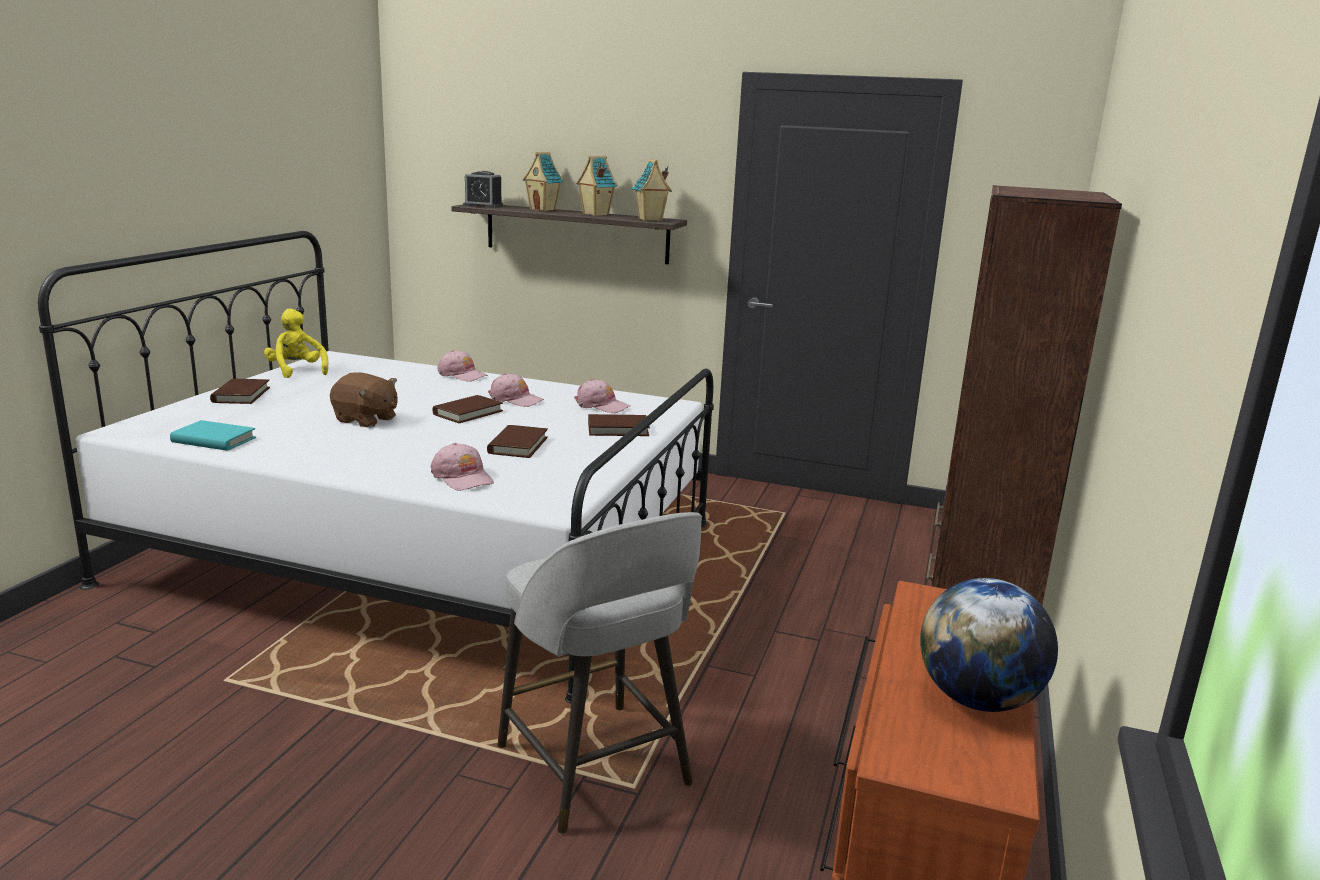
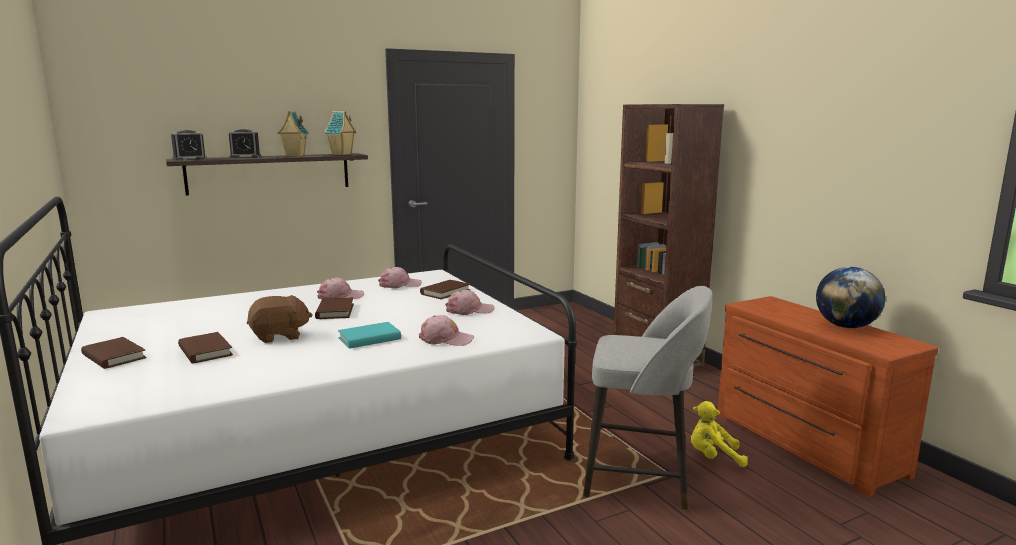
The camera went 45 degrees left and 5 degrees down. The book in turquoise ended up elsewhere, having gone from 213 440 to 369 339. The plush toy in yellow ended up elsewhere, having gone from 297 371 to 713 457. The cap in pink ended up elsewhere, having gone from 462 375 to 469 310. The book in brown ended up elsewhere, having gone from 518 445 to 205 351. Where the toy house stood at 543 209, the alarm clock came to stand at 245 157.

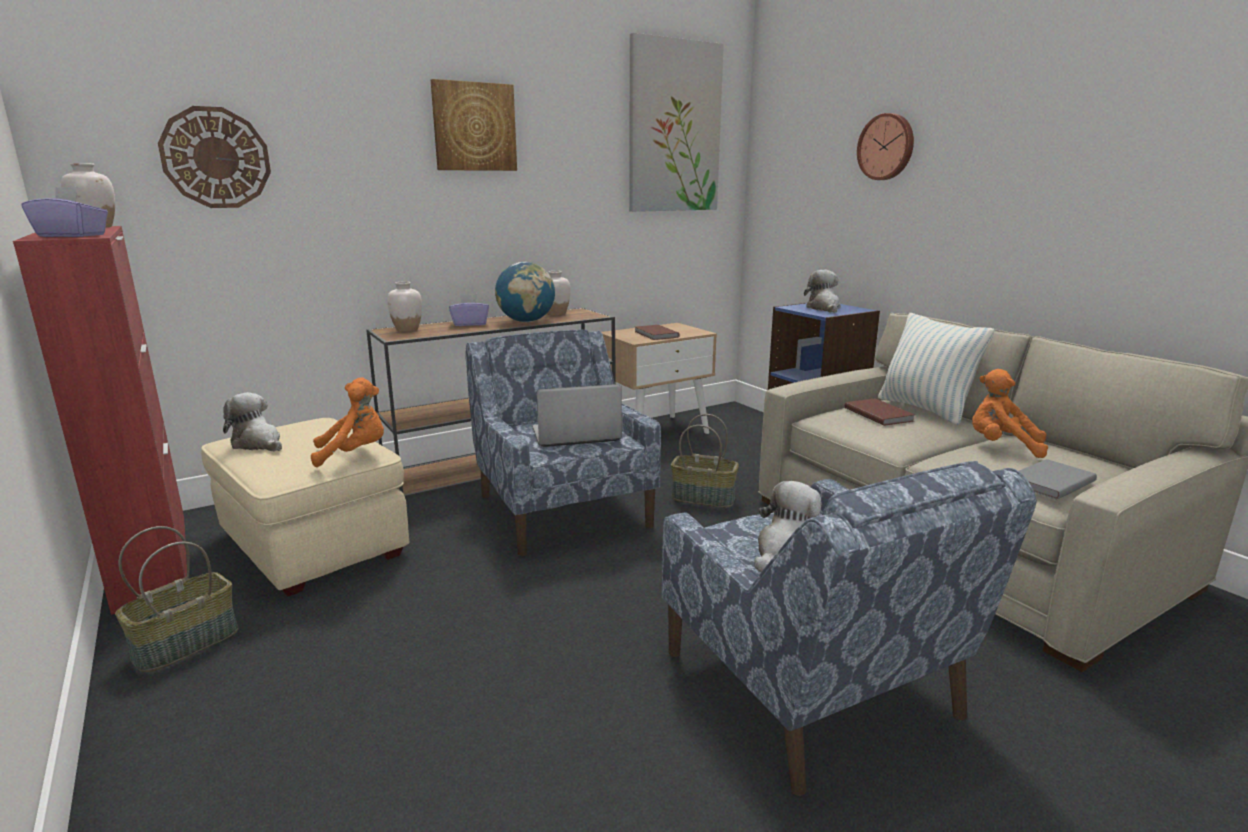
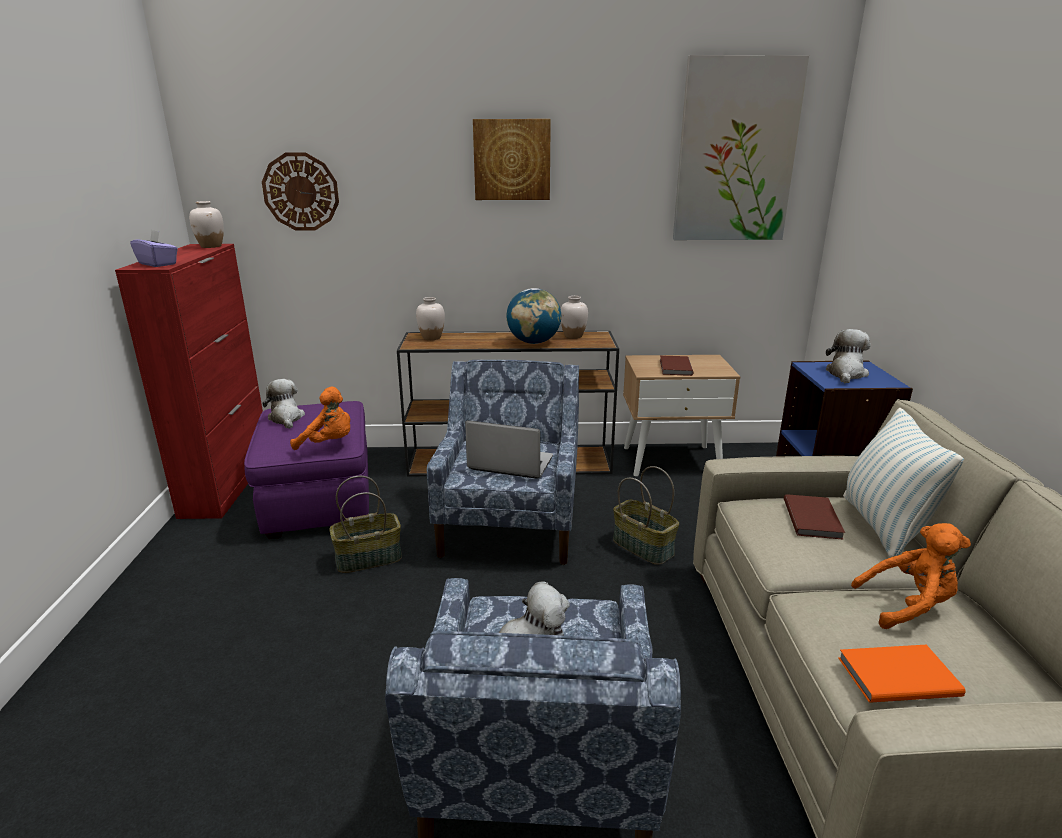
The camera went 30 degrees right and 5 degrees up. The second view lost the tissue box in purple at 470 324. The second view lost the wall clock at 886 147. The basket ended up elsewhere, having gone from 186 643 to 369 558. What was the ottoman in beige at 313 545 turned into the ottoman in purple at 319 500. What was the book in grey at 1048 482 turned into the book in orange at 895 675. The plush toy in orange at 1001 447 ended up facing another way, 120 degrees clockwise from before.

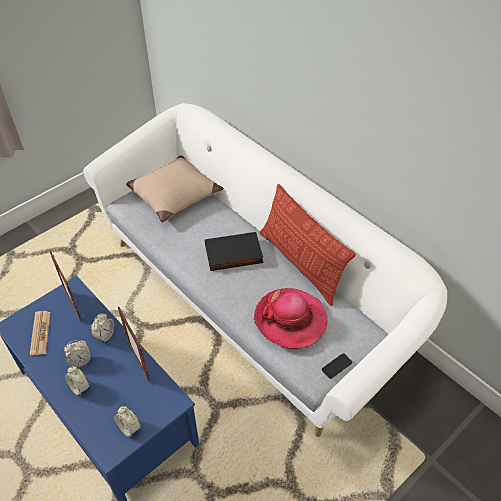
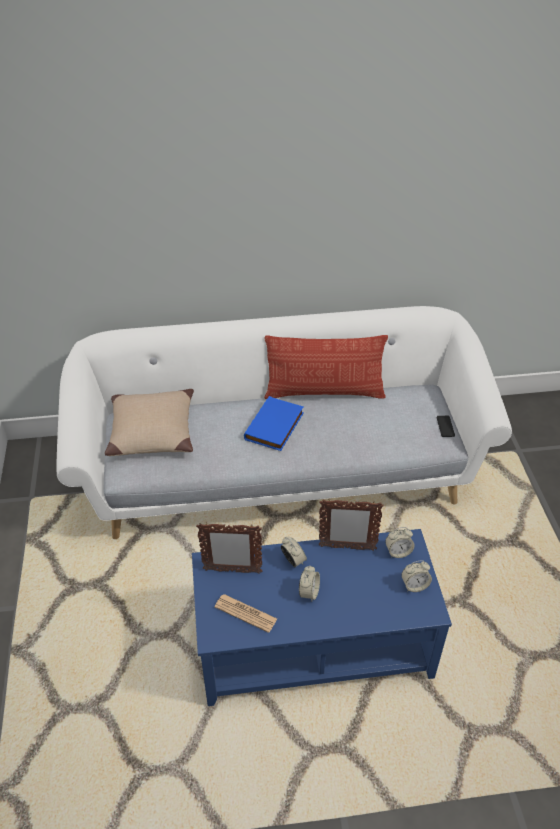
The camera went 55 degrees left and 5 degrees down. The second view lost the hat at 290 319. The alarm clock ended up elsewhere, having gone from 79 387 to 398 552. What was the book in black at 233 255 turned into the book in blue at 275 427.

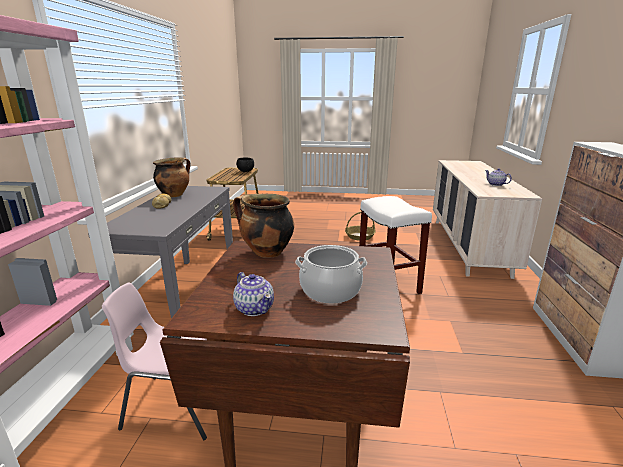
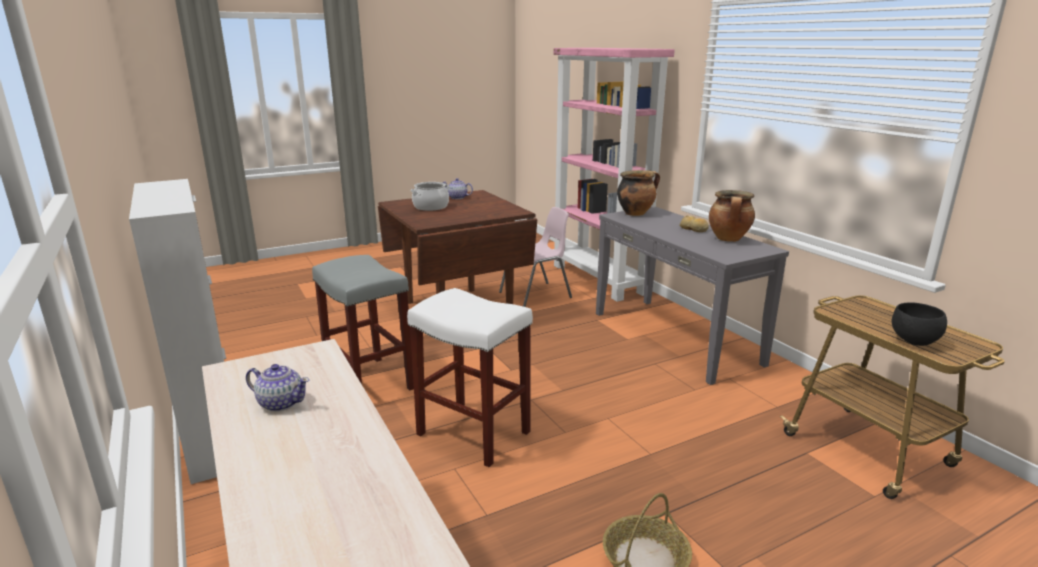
The camera went 145 degrees right and 0 degrees up. The second view gained the stool in grey at 370 382. The cooking pot ended up elsewhere, having gone from 266 253 to 636 213.

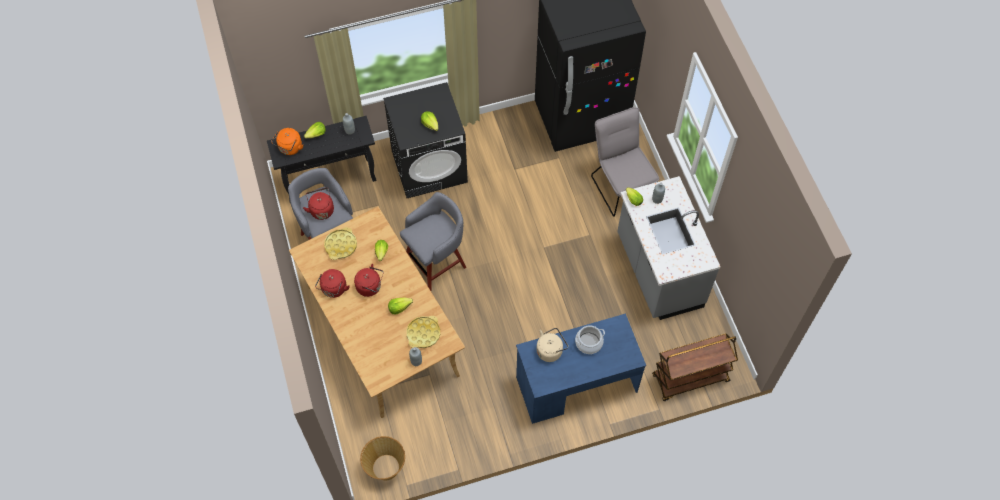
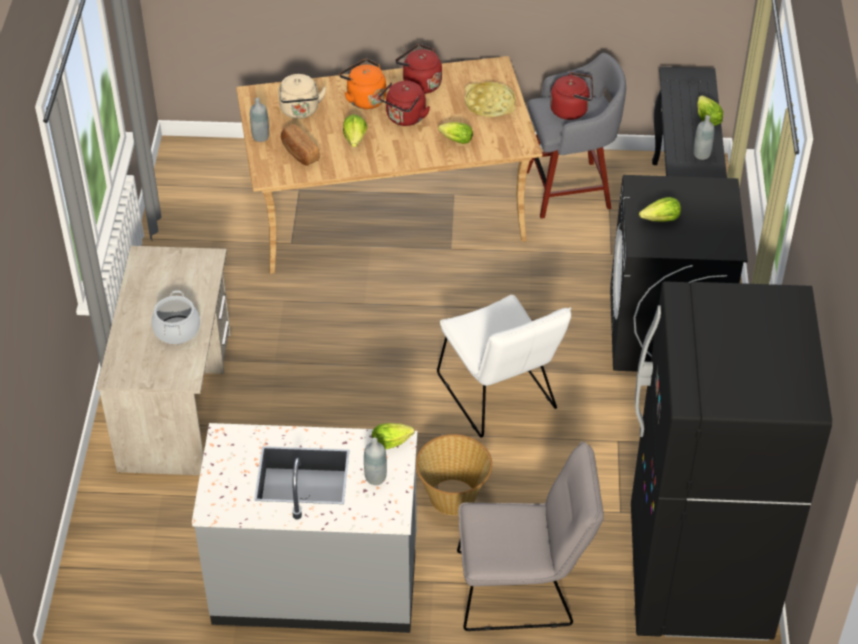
The camera went 110 degrees right and 15 degrees down. The second view lost the stool in grey at 436 262. The second view lost the cart in brown at 690 379. The second view gained the chair in white at 500 397. The kettle in orange ended up elsewhere, having gone from 290 148 to 364 99. The basket ended up elsewhere, having gone from 385 467 to 453 496. The kettle in beige ended up elsewhere, having gone from 550 350 to 300 111. Where the tray in yellow stood at 423 333, the bread came to stand at 299 153. What was the desk in blue at 576 384 turned into the desk in beige at 176 401.

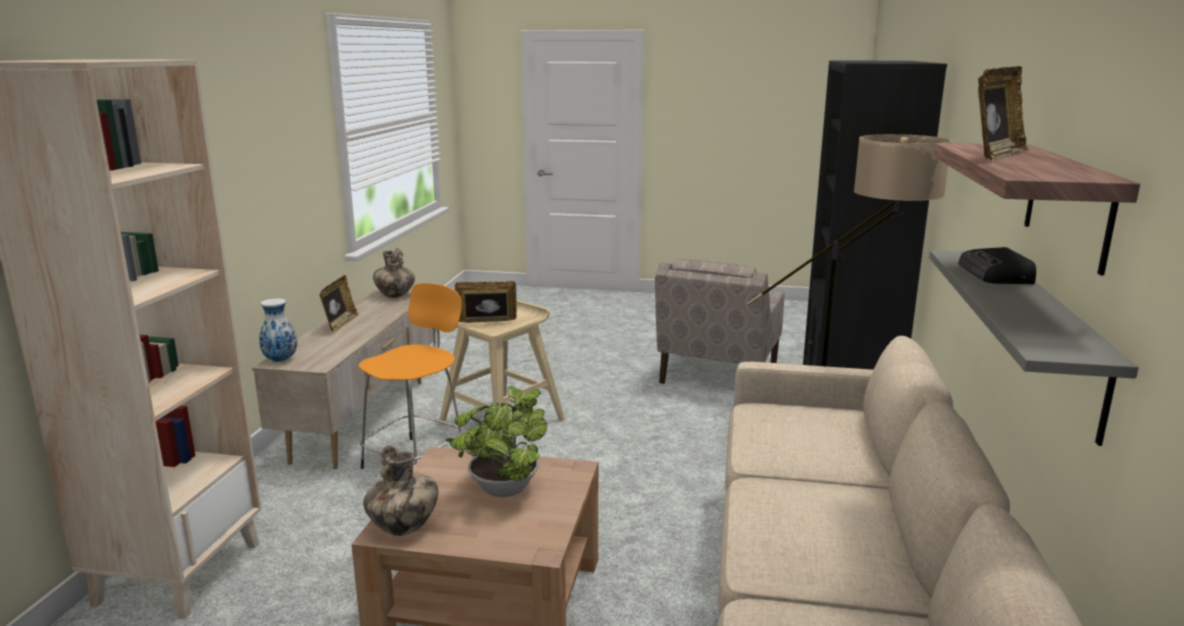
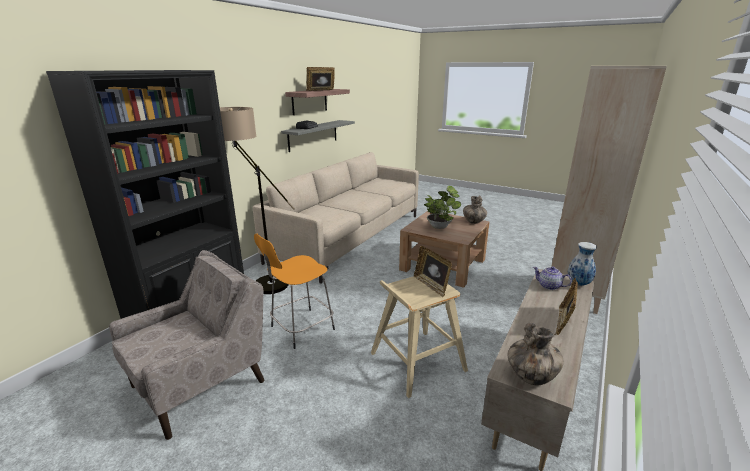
The camera went 160 degrees left and 5 degrees up. The second view gained the teapot at 549 286. The stool in orange ended up elsewhere, having gone from 417 460 to 300 329. The picture frame at 486 323 ended up facing another way, 45 degrees clockwise from before.

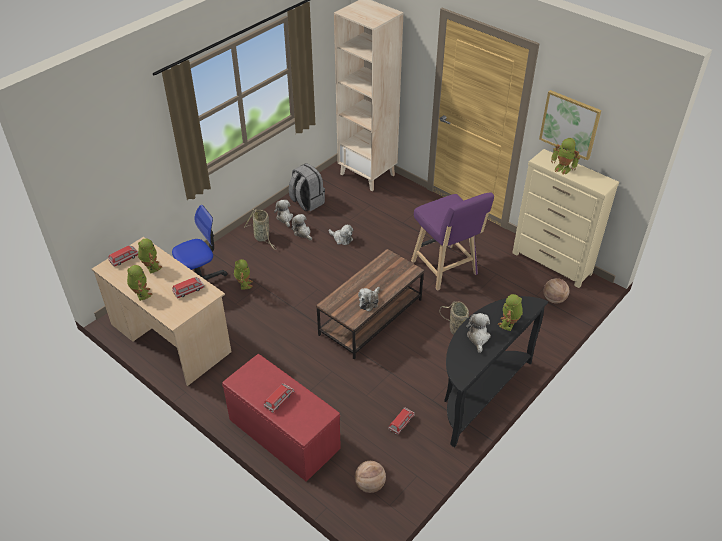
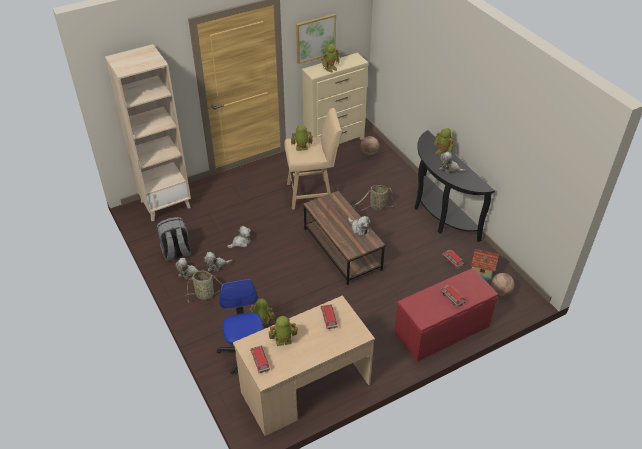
The camera went 70 degrees left and 0 degrees up. The second view gained the toy house at 482 271. The toy robot ended up elsewhere, having gone from 141 294 to 301 148. What was the stool in purple at 446 270 turned into the stool in beige at 312 194.

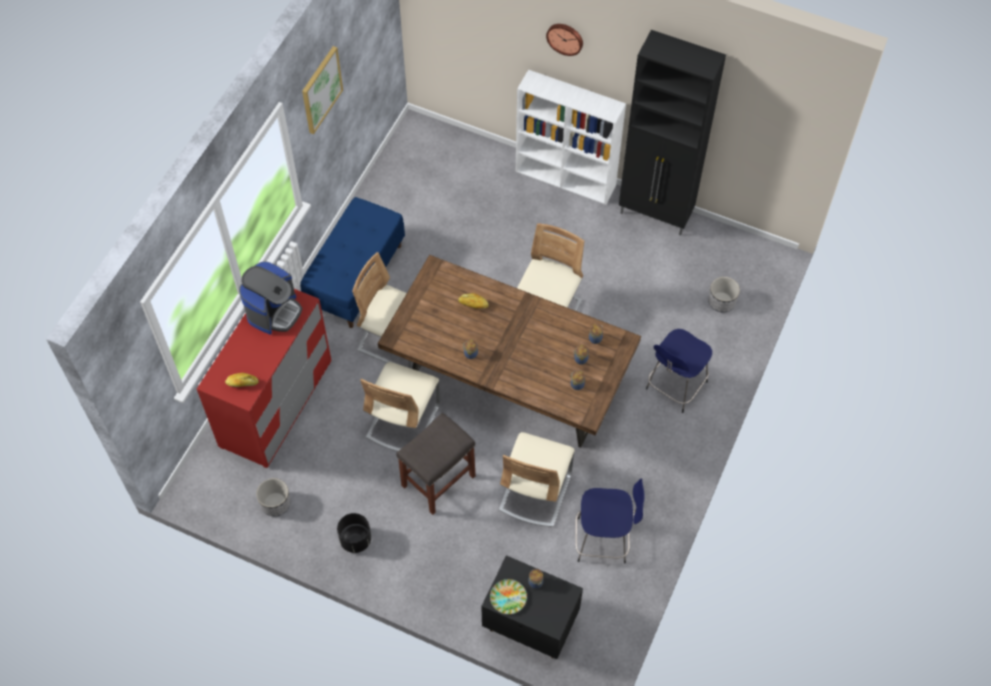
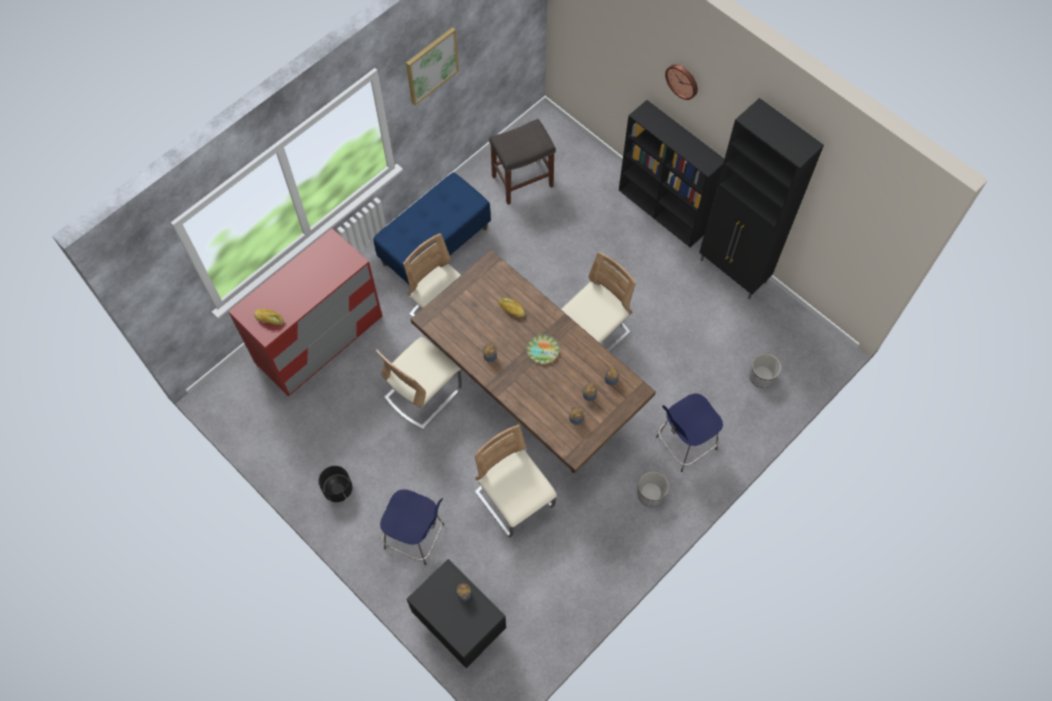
The camera went 20 degrees right and 5 degrees up. The second view lost the coffee machine at 274 311. The planter ended up elsewhere, having gone from 275 504 to 651 494. The stool in grey ended up elsewhere, having gone from 438 482 to 521 182. The plate ended up elsewhere, having gone from 508 598 to 542 350. The stool in blue ended up elsewhere, having gone from 604 540 to 416 537. What was the bookcase in white at 566 178 turned into the bookcase in black at 663 211. The chair in beige at 535 491 ended up facing another way, 105 degrees clockwise from before.

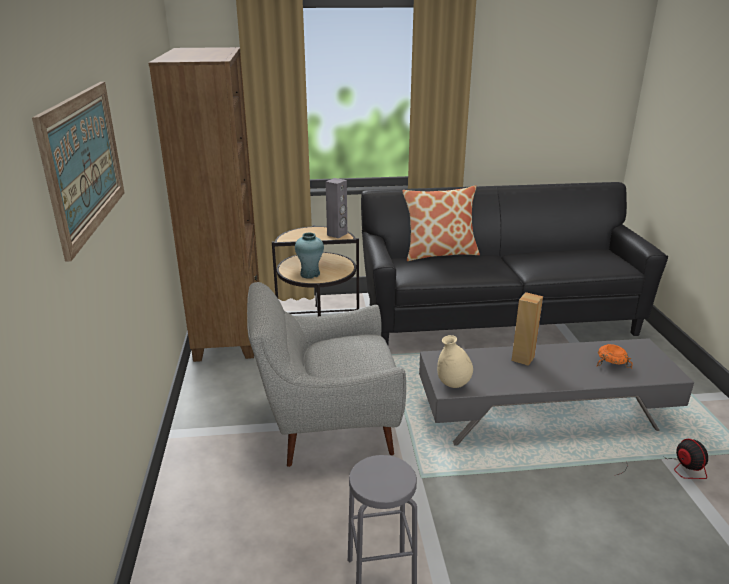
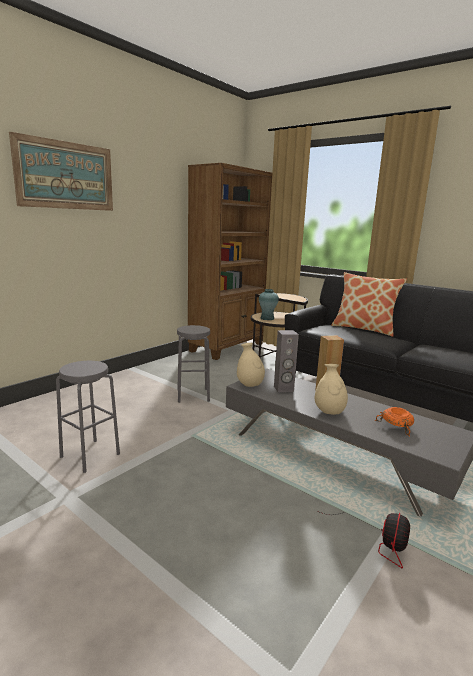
The camera went 45 degrees right and 10 degrees down. The second view gained the vase in beige at 329 412. The speaker in grey ended up elsewhere, having gone from 337 234 to 283 389. Where the armchair in grey stood at 326 426, the stool in grey came to stand at 193 395.

